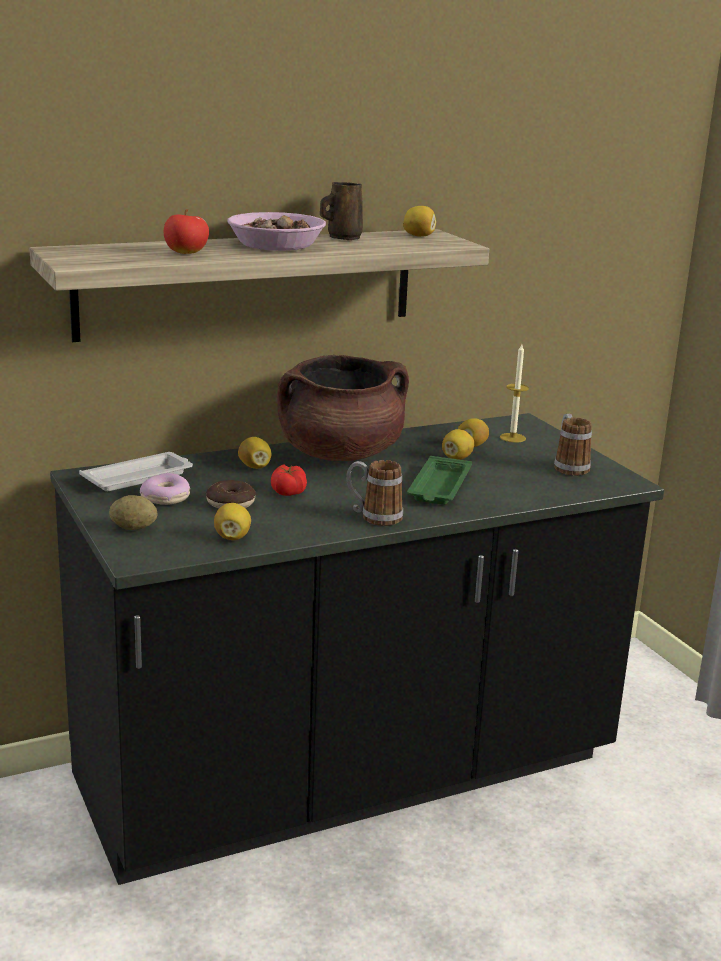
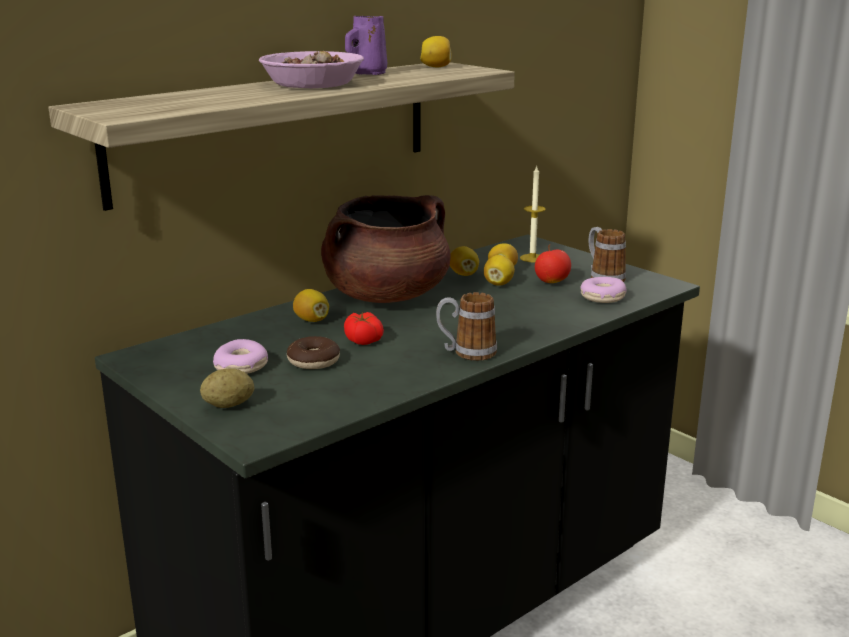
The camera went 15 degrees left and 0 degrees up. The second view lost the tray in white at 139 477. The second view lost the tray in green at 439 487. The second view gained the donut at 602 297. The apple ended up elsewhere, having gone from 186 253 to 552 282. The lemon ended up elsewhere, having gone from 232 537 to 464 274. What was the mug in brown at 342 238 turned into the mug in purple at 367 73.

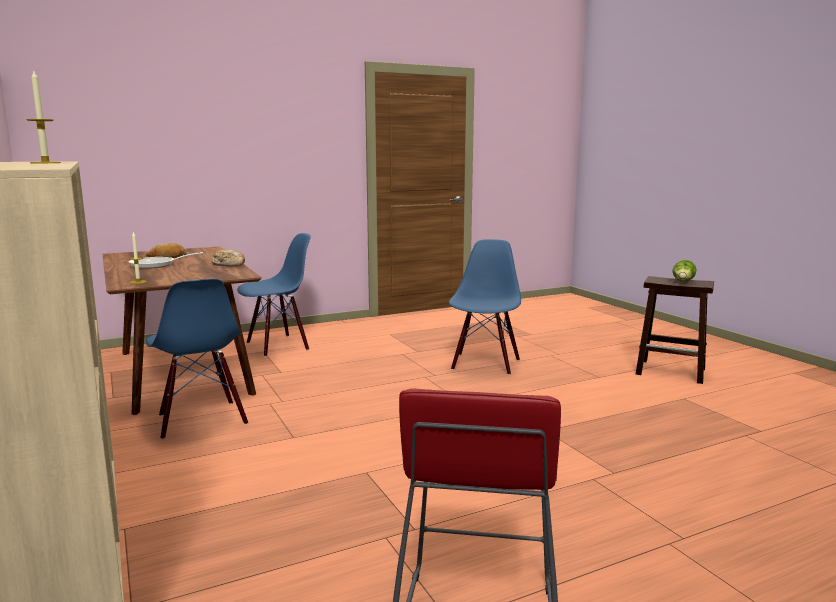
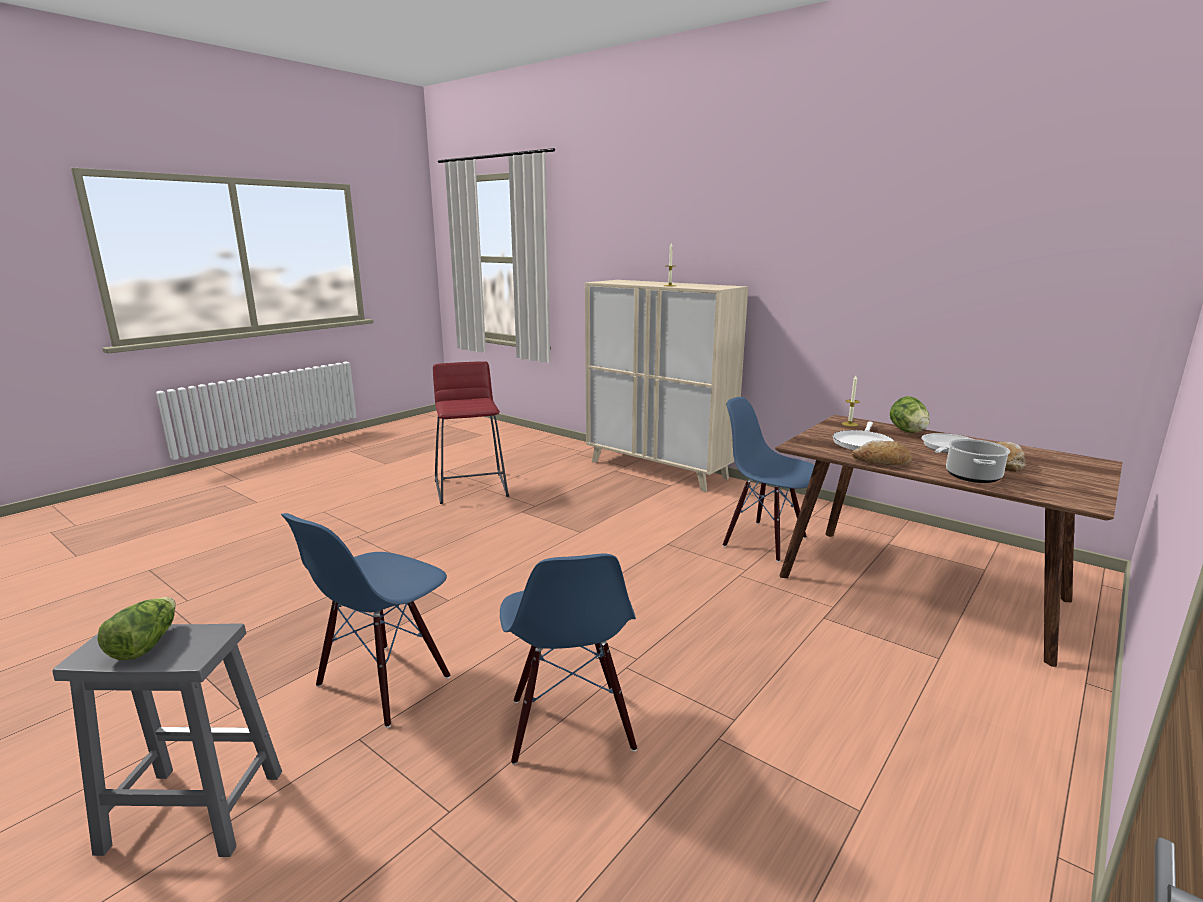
The camera went 155 degrees right and 5 degrees up. The second view gained the frying pan in white at 862 443. The second view gained the lettuce at 907 431. The second view gained the cooking pot at 973 476. The chair in blue ended up elsewhere, having gone from 277 346 to 384 683. What was the stool in brown at 672 371 turned into the stool in grey at 191 811.

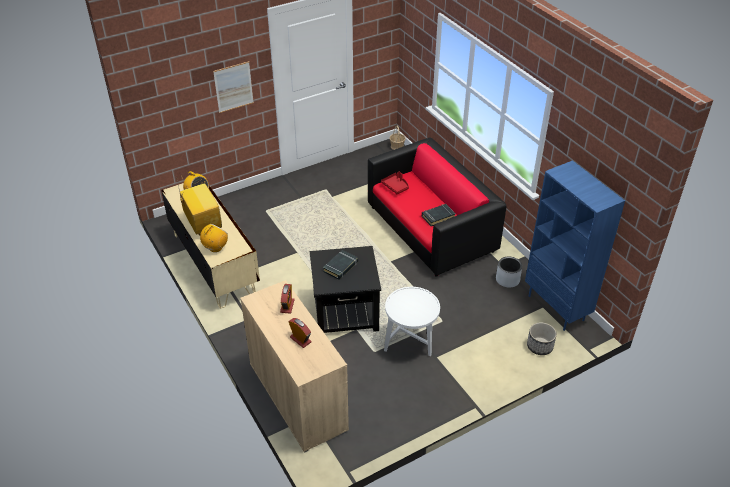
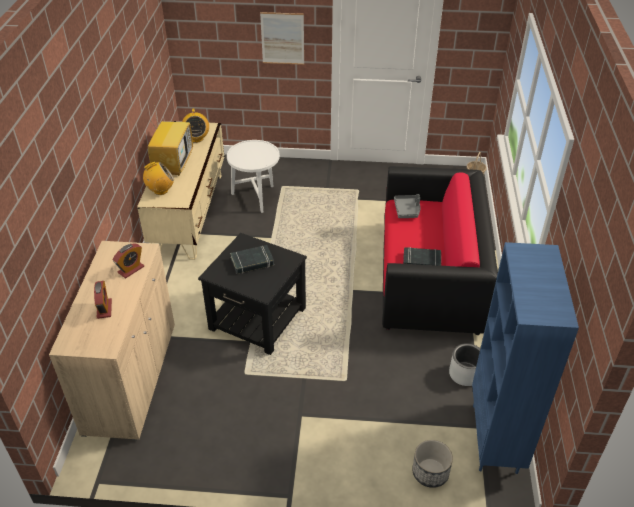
The camera went 35 degrees right and 0 degrees up. The side table in white ended up elsewhere, having gone from 410 344 to 256 198. What was the tray in red at 396 186 turned into the tray in grey at 407 210.

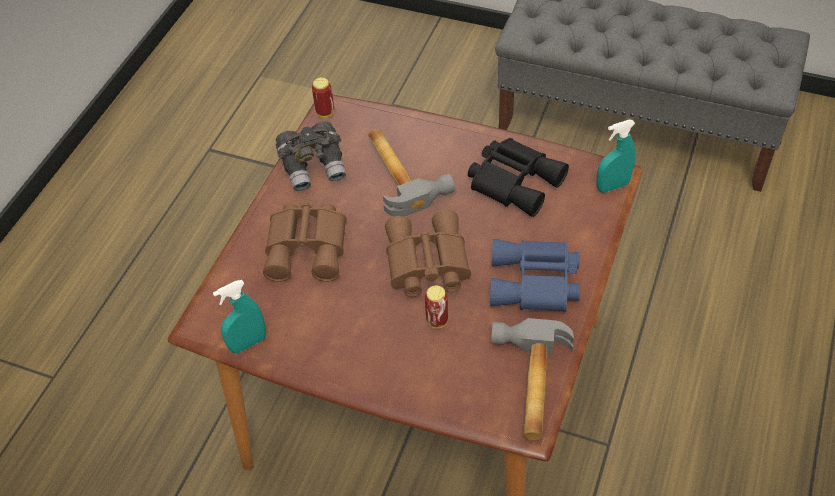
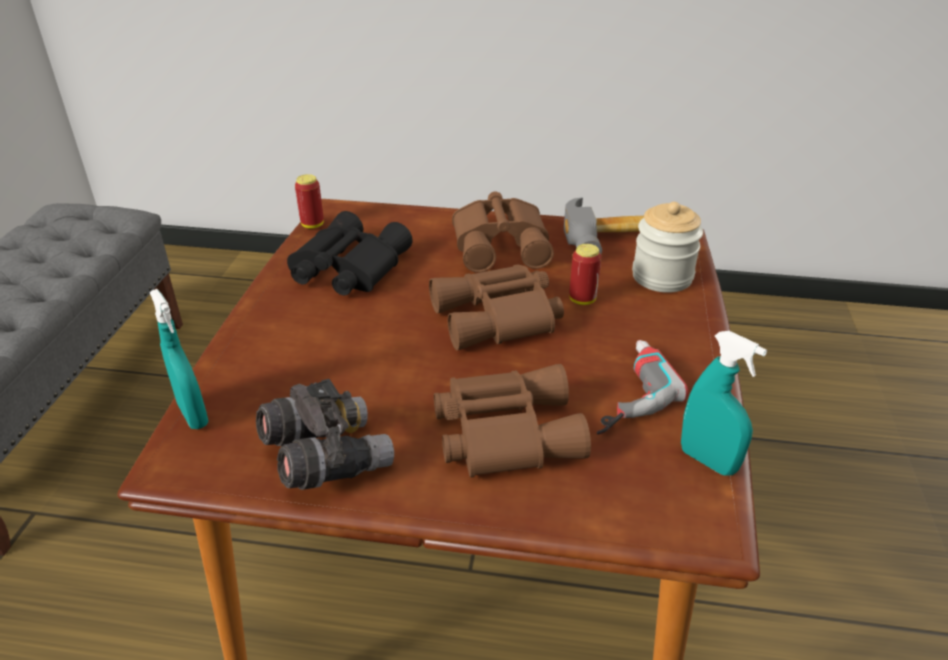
The camera went 105 degrees left and 15 degrees down. The second view lost the hammer at 401 173. The second view gained the power drill at 622 392. The second view gained the jar at 662 277. The can ended up elsewhere, having gone from 325 112 to 312 225. The spray bottle in turquoise ended up elsewhere, having gone from 612 186 to 193 415. What was the binoculars in blue at 535 283 turned into the binoculars in brown at 502 244.

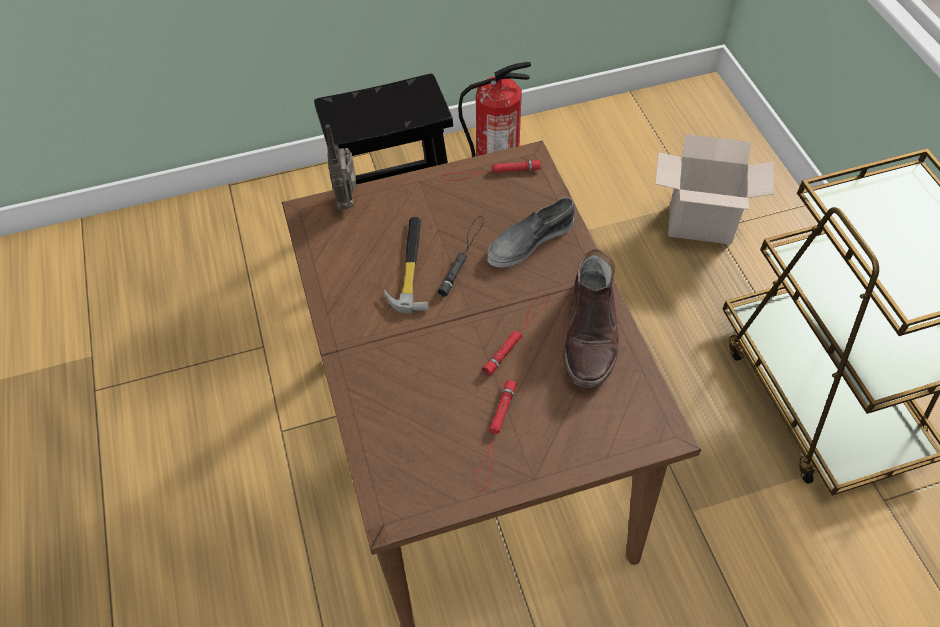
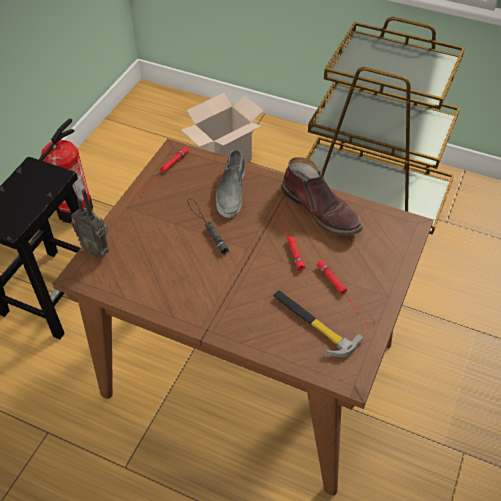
The camera went 50 degrees left and 5 degrees down. The hammer ended up elsewhere, having gone from 410 265 to 312 324.

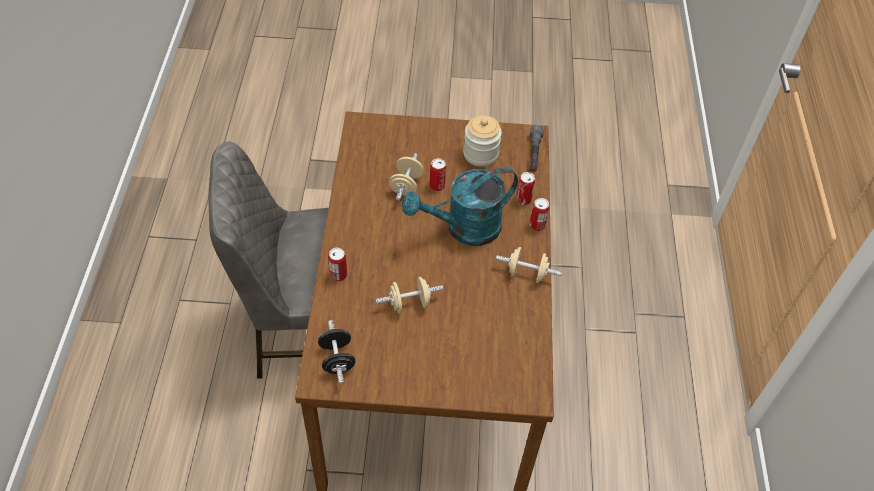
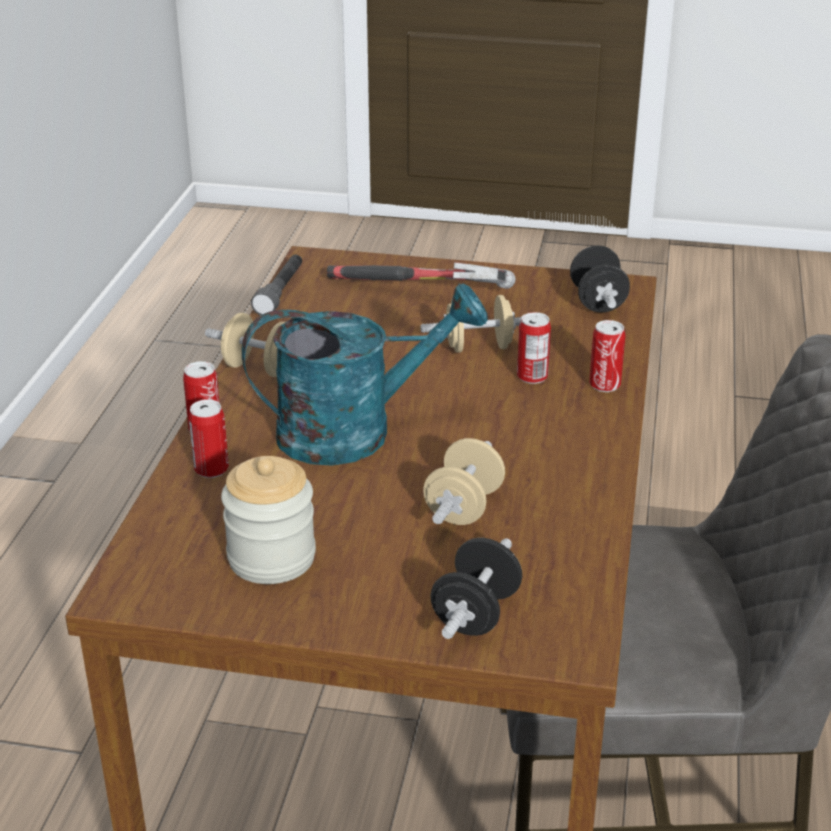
The camera went 170 degrees left and 20 degrees down. The second view gained the hammer at 421 296. The second view gained the dumbbell in black at 475 614. The can ended up elsewhere, having gone from 437 186 to 532 376. The flashlight in grey ended up elsewhere, having gone from 534 154 to 280 293.

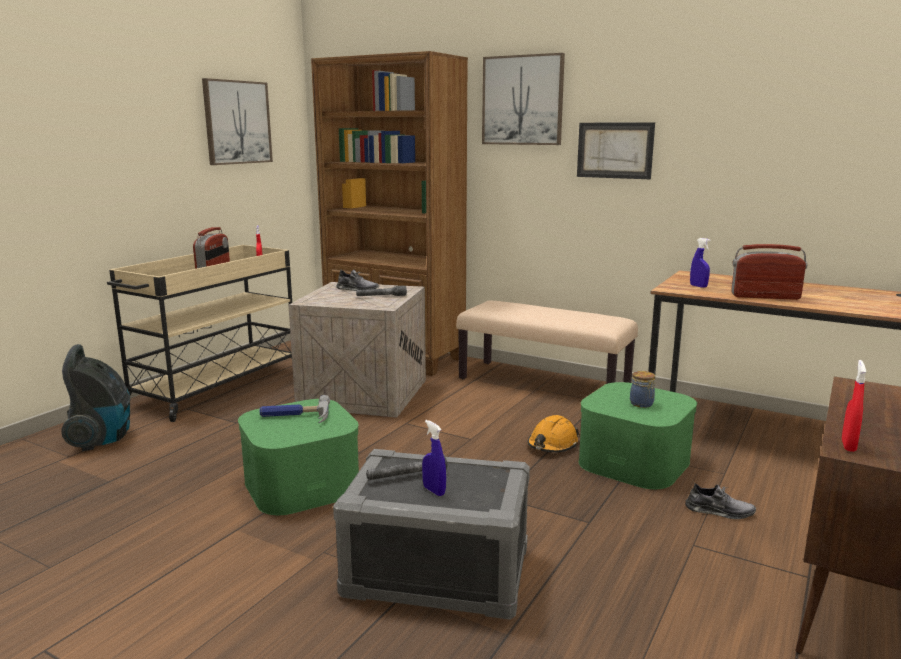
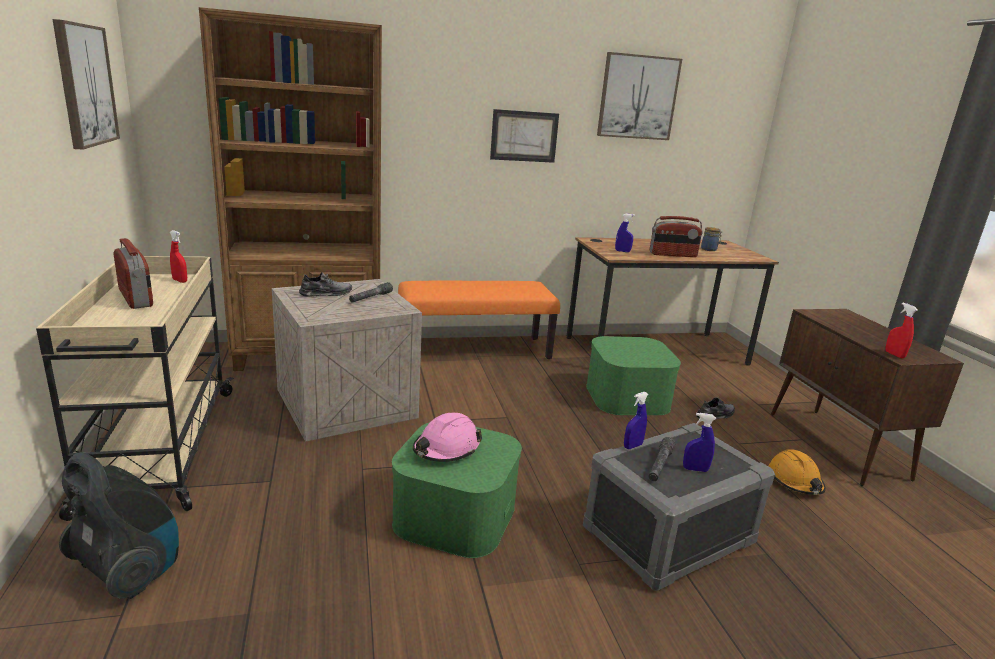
The camera went 45 degrees left and 5 degrees up. The second view gained the spray bottle in blue at 632 446. The picture ended up elsewhere, having gone from 522 100 to 637 97. The hard hat in orange ended up elsewhere, having gone from 552 445 to 795 481. The jar ended up elsewhere, having gone from 642 404 to 709 249. Where the hammer stood at 295 416, the hard hat in pink came to stand at 446 449. What was the bench in beige at 544 383 turned into the bench in orange at 475 349. The radio at 765 296 ended up facing another way, 150 degrees counterclockwise from before.

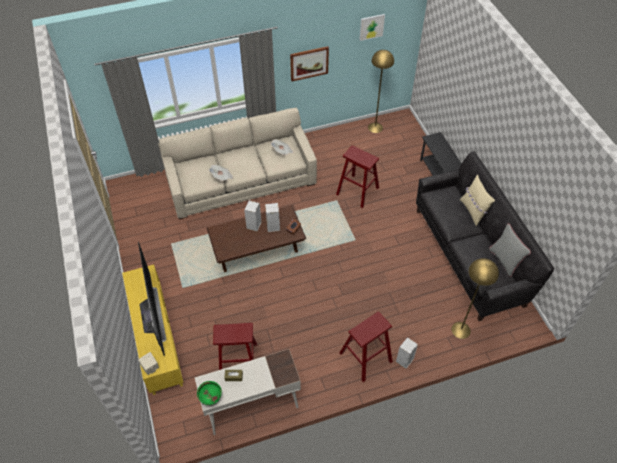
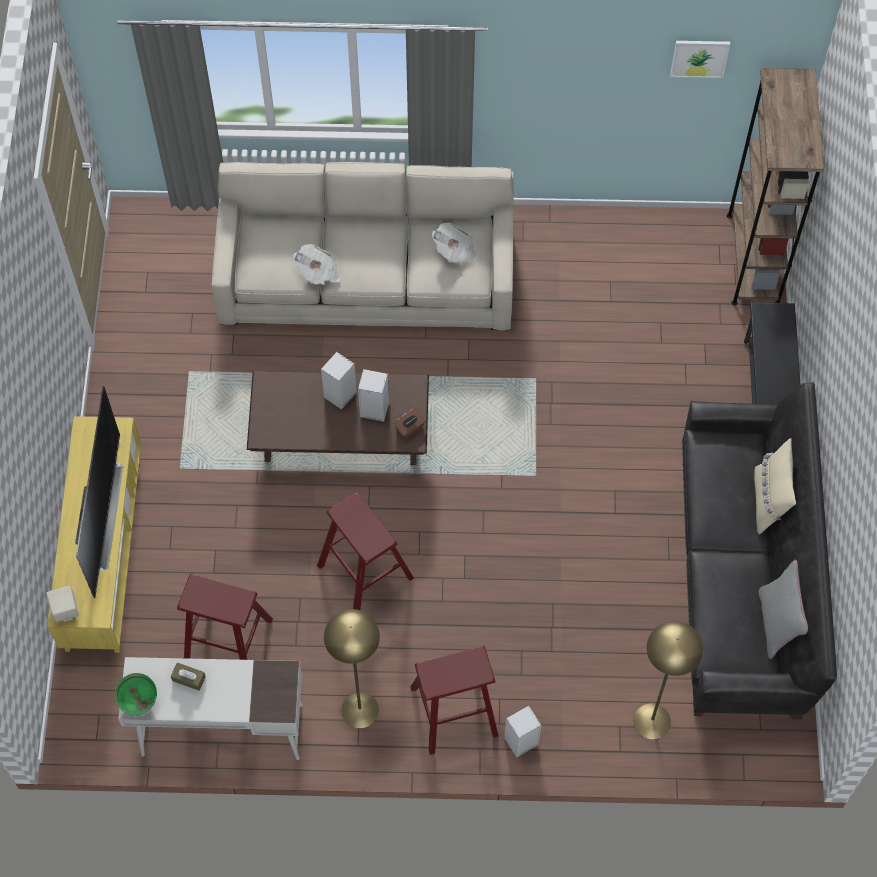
The camera went 20 degrees right and 10 degrees up. The second view lost the picture at 309 63. The second view gained the bookcase in brown at 753 259. The stool in red ended up elsewhere, having gone from 357 191 to 365 572. The floor lamp in yellow ended up elsewhere, having gone from 375 127 to 360 710.

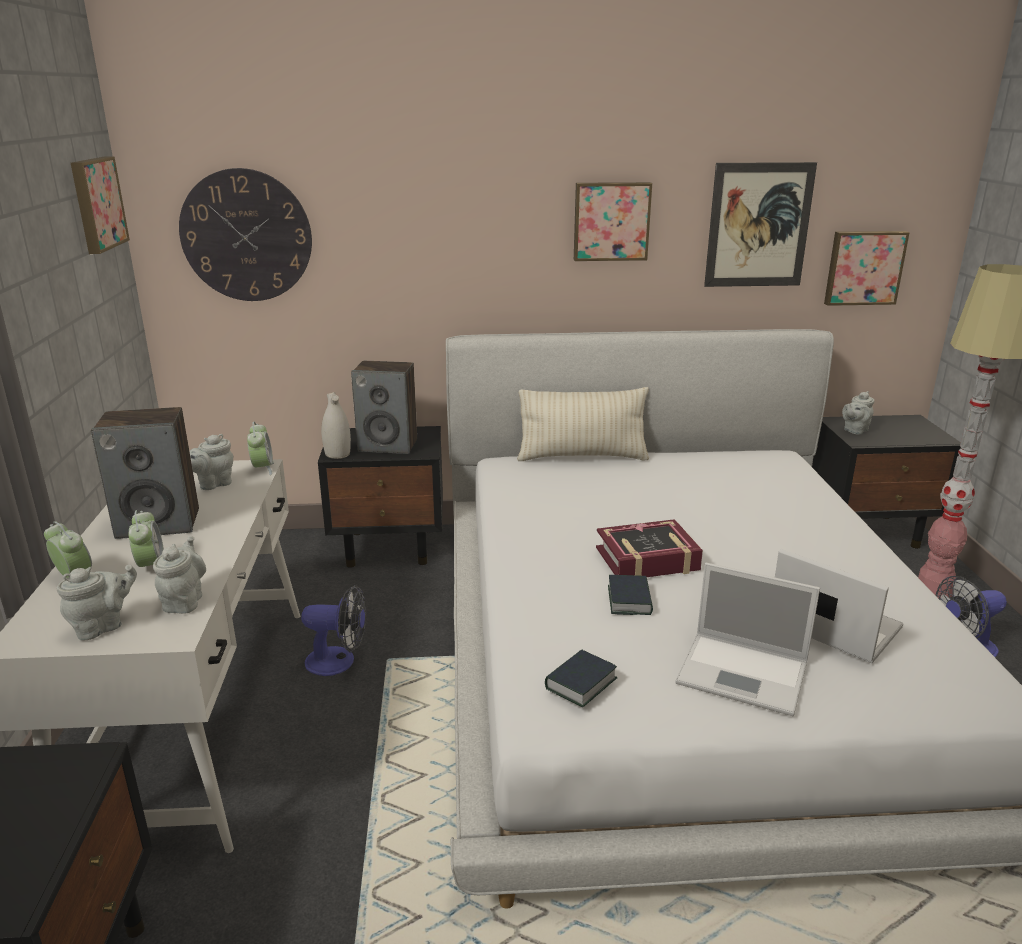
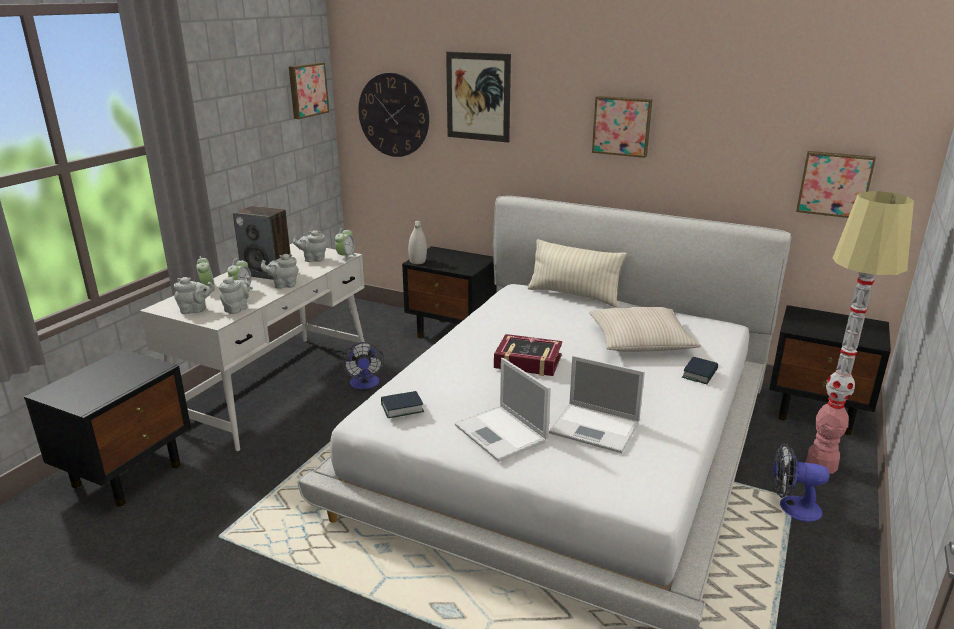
The camera went 30 degrees right and 0 degrees up. The second view lost the speaker at 388 445. The second view gained the pillow in beige at 640 341. The book ended up elsewhere, having gone from 629 600 to 700 374. The picture ended up elsewhere, having gone from 758 225 to 478 97. The teapot in grey ended up elsewhere, having gone from 854 430 to 283 285. The fan at 339 661 ended up facing another way, 45 degrees clockwise from before. The laptop at 832 624 ended up facing another way, 135 degrees clockwise from before.

